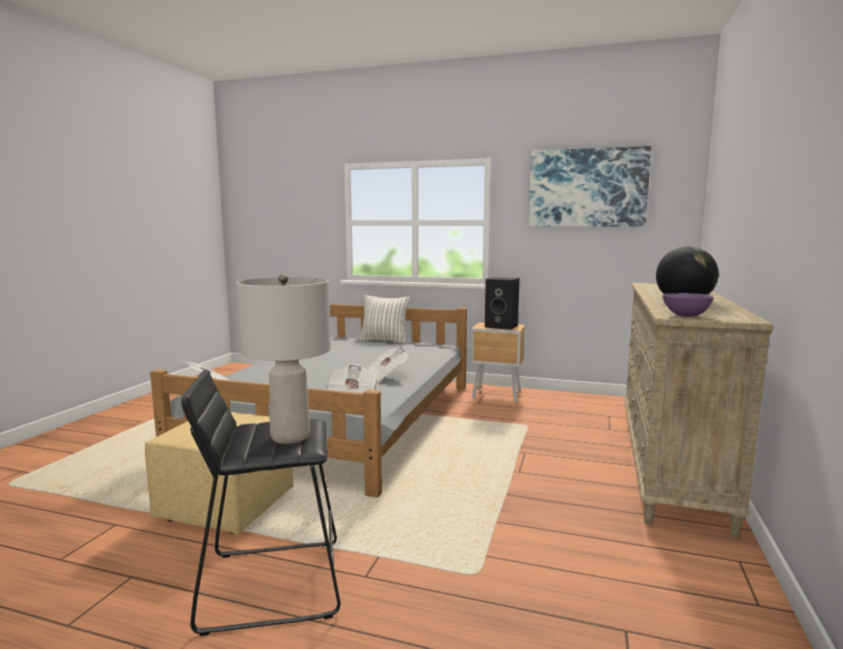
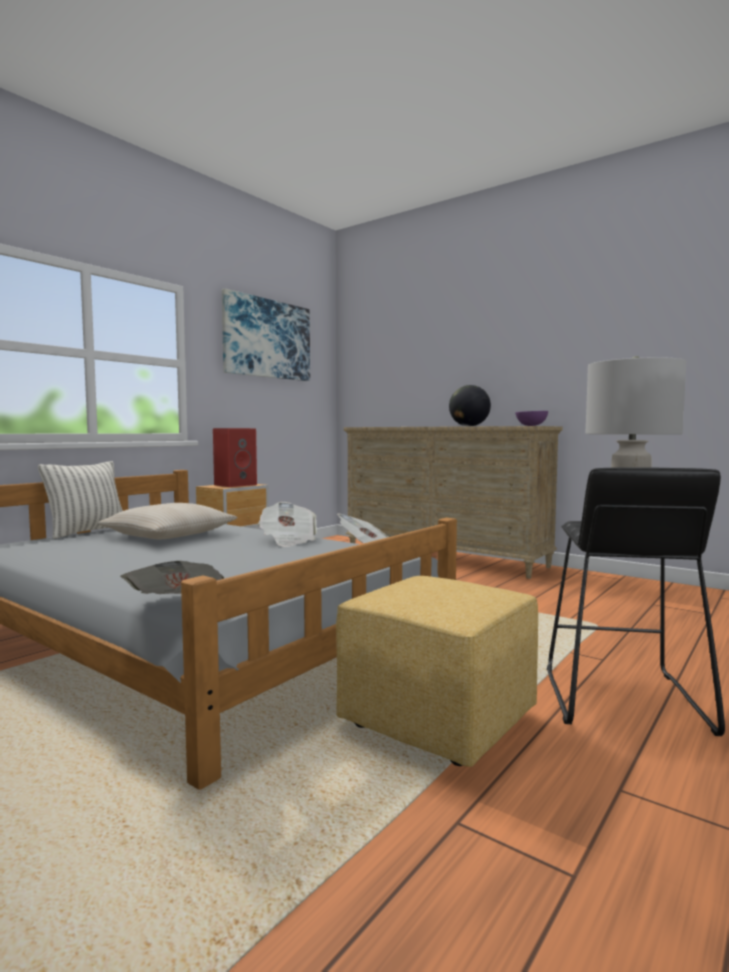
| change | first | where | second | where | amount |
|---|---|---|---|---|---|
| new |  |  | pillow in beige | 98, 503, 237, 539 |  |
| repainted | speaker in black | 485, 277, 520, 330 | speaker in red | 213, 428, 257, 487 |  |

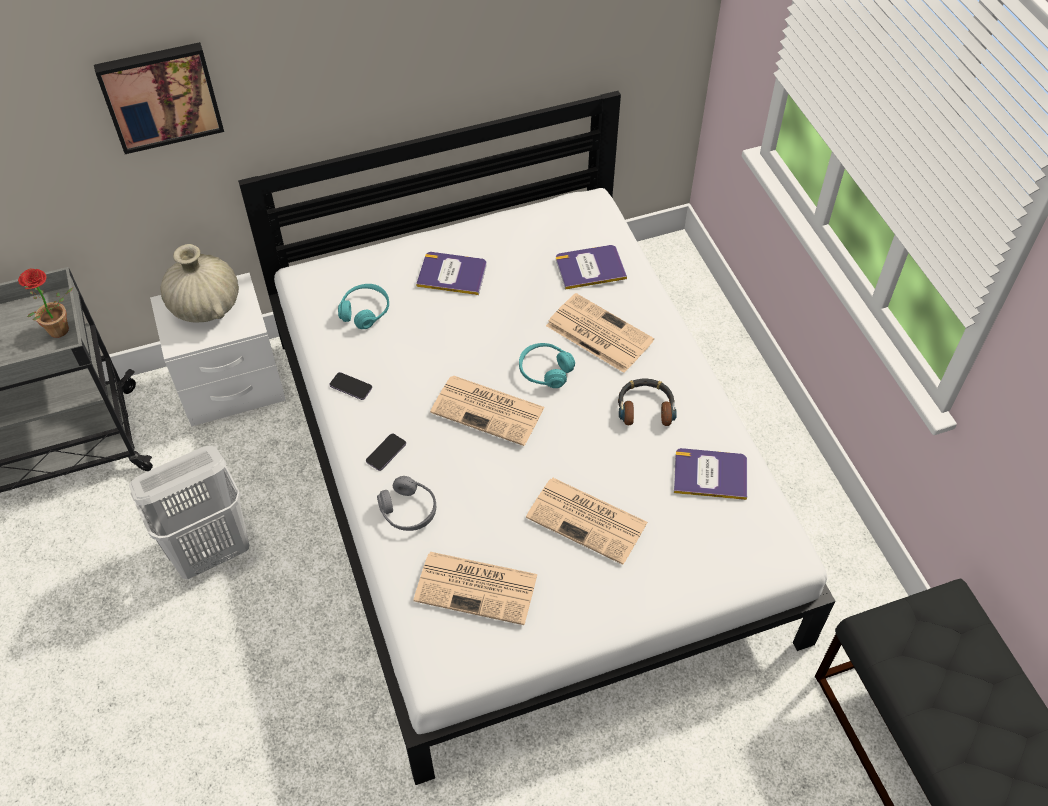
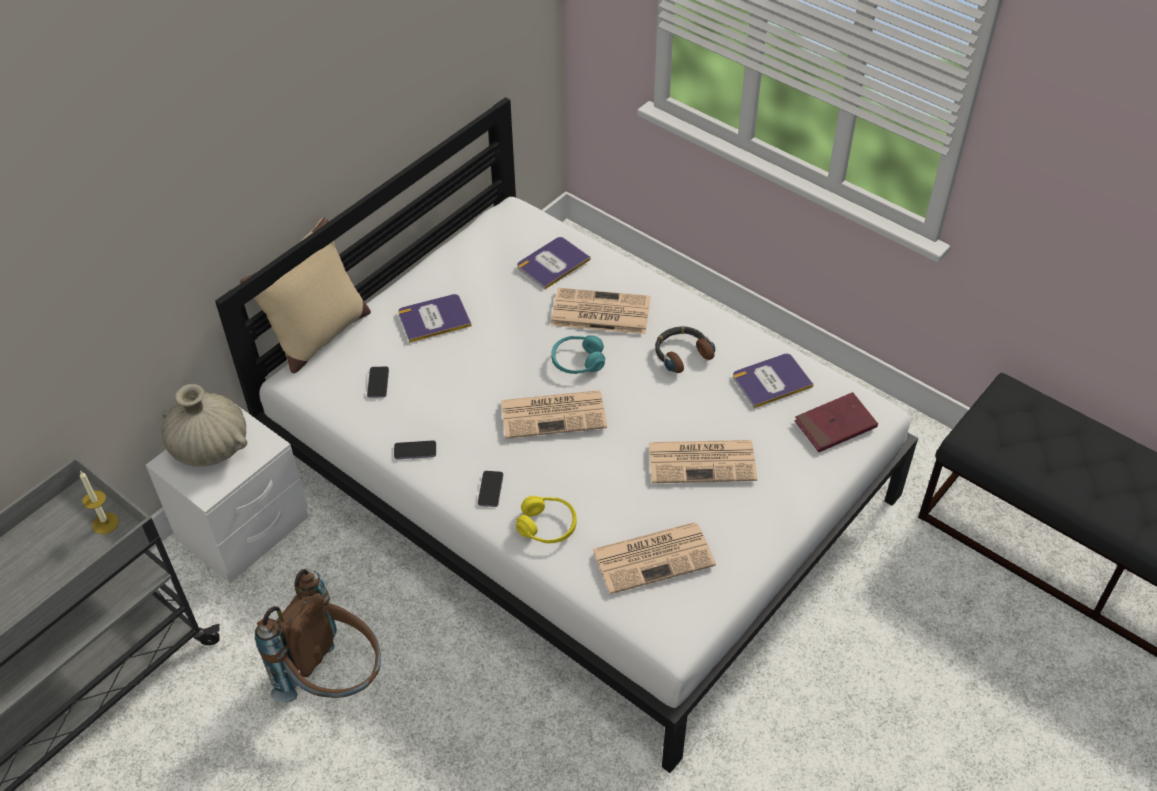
| change | first | where | second | where | amount |
|---|---|---|---|---|---|
| gone | picture | 94, 42, 224, 154 |  |  |  |
| new |  |  | pillow in beige | 240, 217, 371, 373 |  |
| new |  |  | book in red | 794, 392, 878, 452 |  |
| swapped | potted plant | 18, 268, 73, 338 | candle | 80, 472, 119, 534 |  |
| swapped | laundry basket in white | 129, 446, 249, 579 | backpack in brown | 255, 568, 381, 703 |  |
| swapped | headphones in turquoise | 338, 284, 389, 329 | phone | 367, 367, 389, 398 |  |
| repainted | headphones in grey | 377, 476, 436, 531 | headphones in yellow | 516, 496, 577, 543 |  |

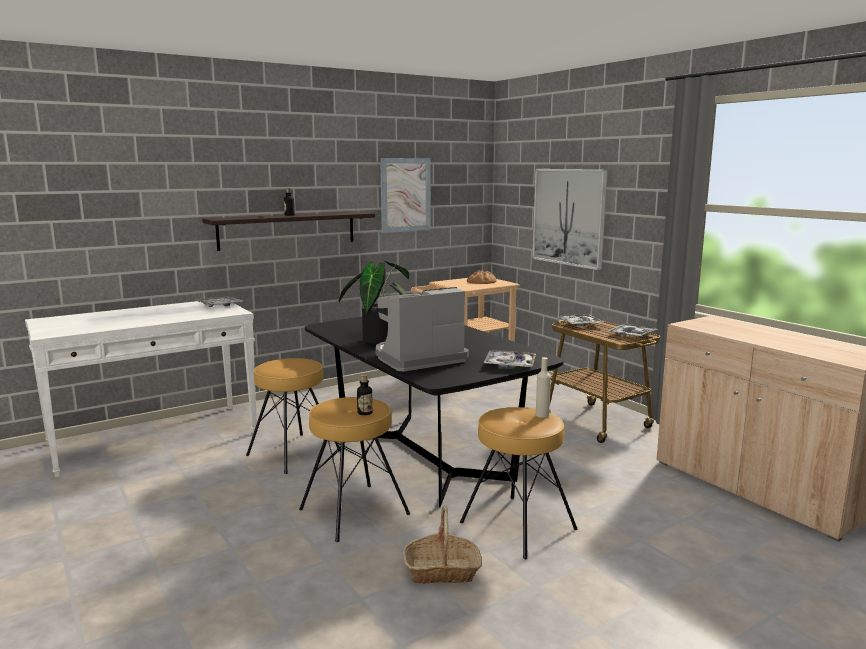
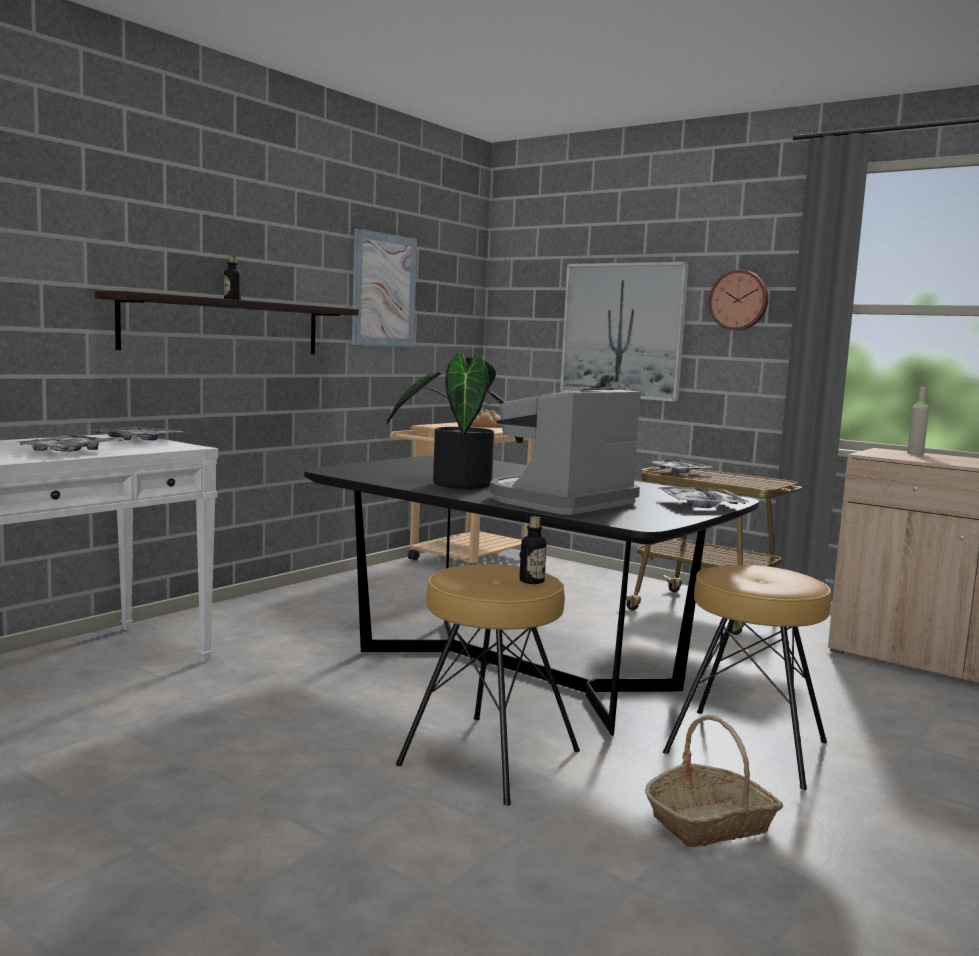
| change | first | where | second | where | amount |
|---|---|---|---|---|---|
| gone | stool in brown | 246, 358, 341, 474 |  |  |  |
| new |  |  | wall clock | 709, 270, 768, 330 |  |
| shifted | bottle in beige | 536, 357, 551, 418 |  | 907, 387, 929, 455 |  |
| shifted | tray | 608, 323, 658, 337 |  | 18, 435, 122, 452 |  |

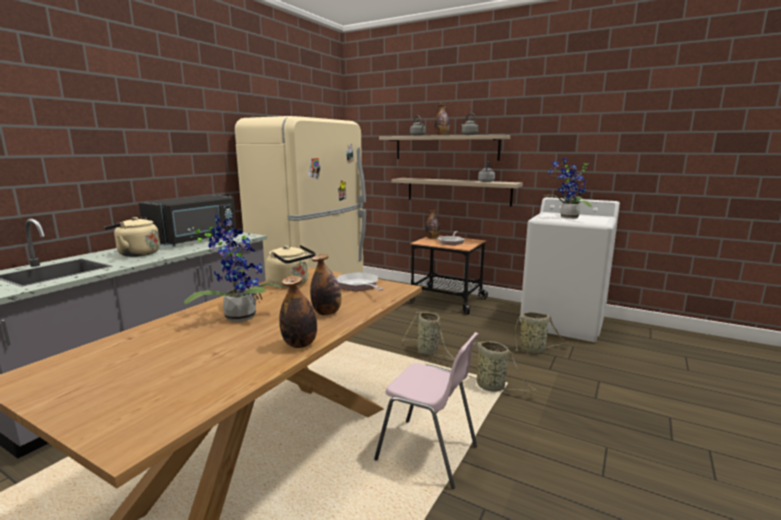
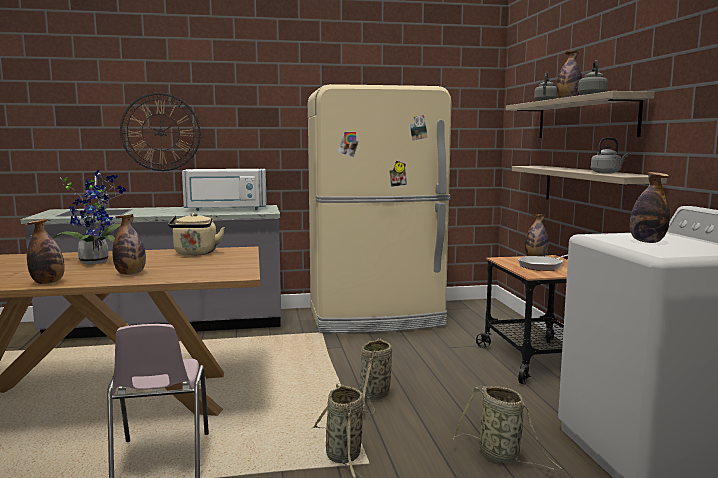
| change | first | where | second | where | amount |
|---|---|---|---|---|---|
| gone | kettle in beige | 104, 217, 160, 257 |  |  |  |
| gone | frying pan | 337, 272, 384, 291 |  |  |  |
| new |  |  | wall clock | 120, 93, 201, 171 |  |
| swapped | potted plant | 544, 157, 592, 219 | bottle | 630, 172, 670, 243 |  |
| repainted | microwave in black | 139, 195, 237, 246 | microwave in white | 182, 169, 267, 211 |  |

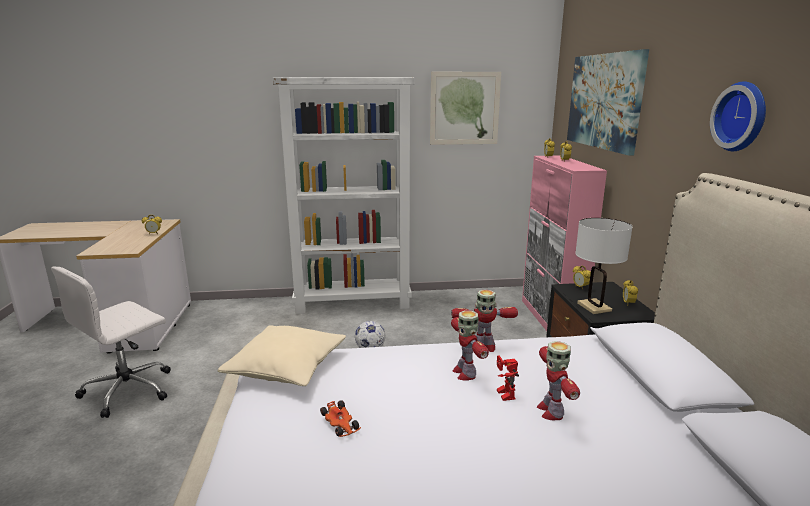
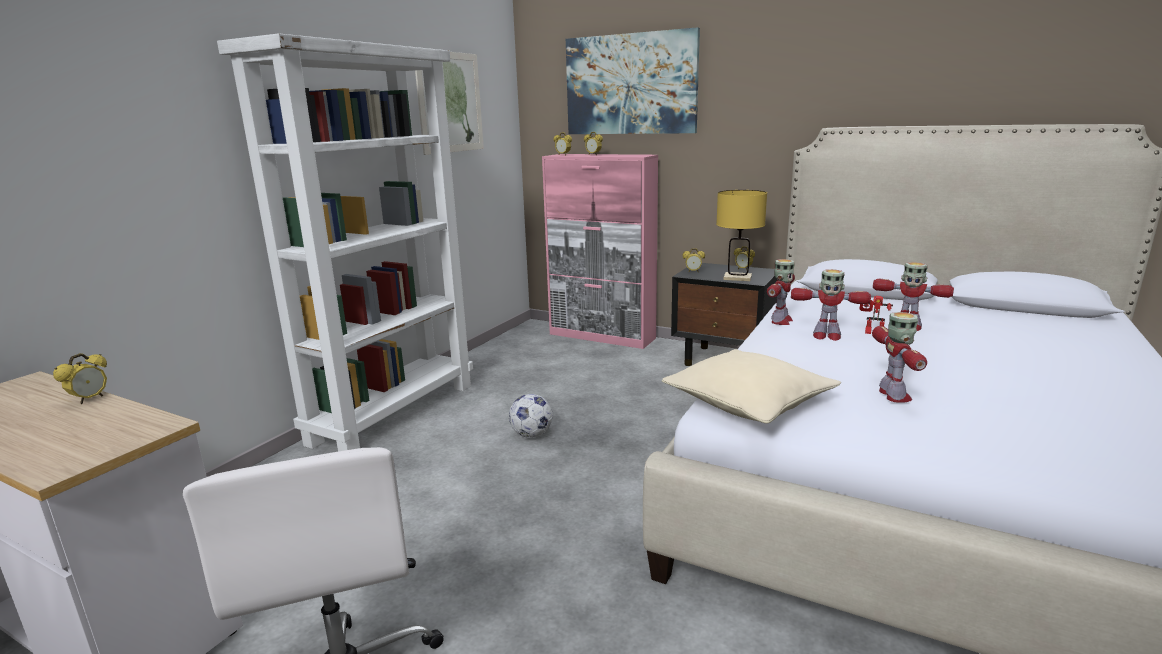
| change | first | where | second | where | amount |
|---|---|---|---|---|---|
| gone | wall clock | 710, 81, 766, 151 |  |  |  |
| swapped | toy car | 320, 400, 361, 437 | toy robot | 872, 312, 927, 403 |  |
| repainted | table lamp in white | 575, 218, 633, 314 | table lamp in yellow | 716, 190, 767, 281 |  |

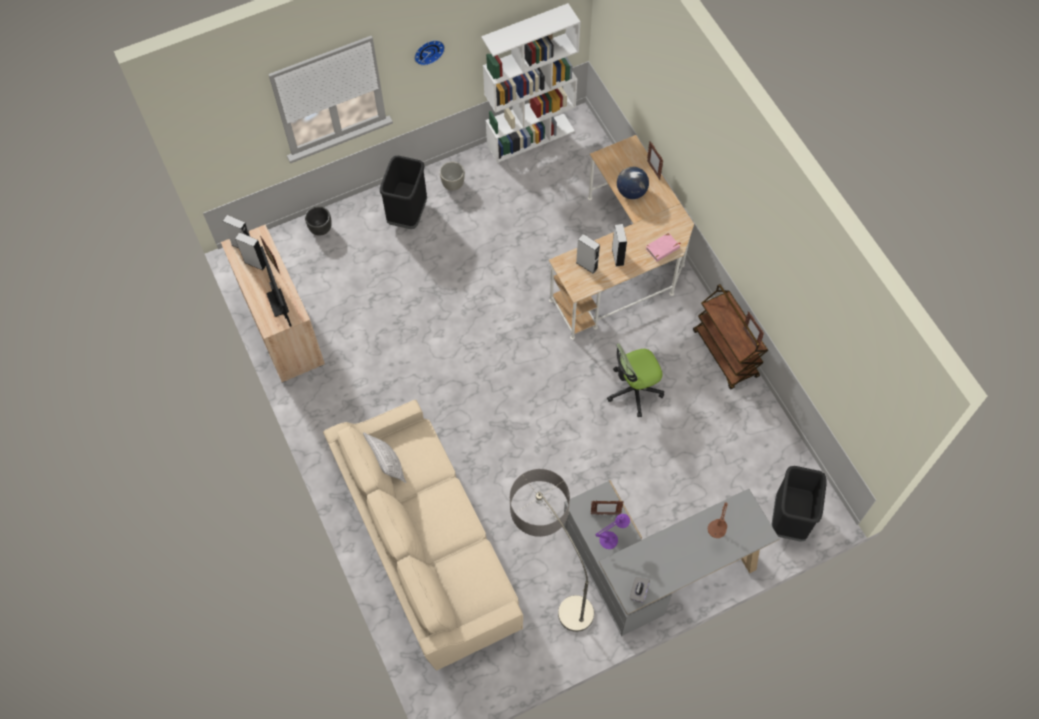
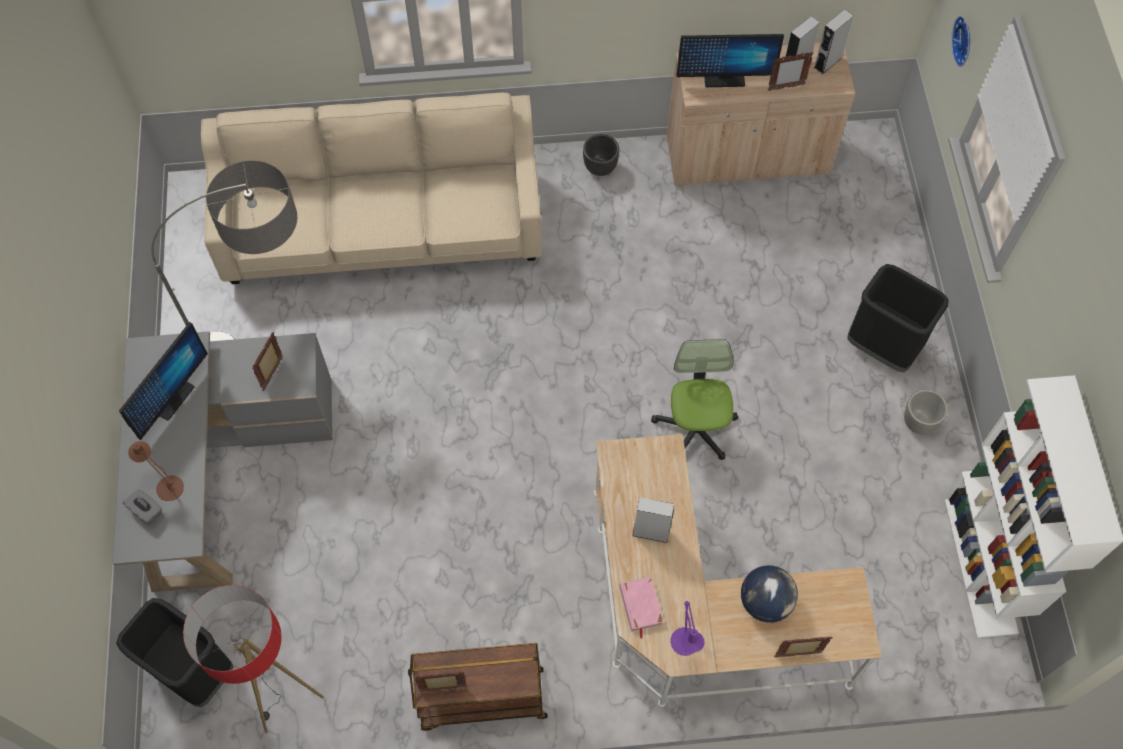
| change | first | where | second | where | amount |
|---|---|---|---|---|---|
| gone | pillow | 363, 432, 406, 483 |  |  |  |
| gone | speaker in grey | 576, 234, 600, 274 |  |  |  |
| new |  |  | monitor | 119, 322, 208, 440 |  |
| new |  |  | floor lamp | 183, 585, 324, 733 |  |
| shifted | planter in black | 305, 206, 332, 236 |  | 583, 134, 619, 176 |  |
| shifted | wall clock | 414, 40, 445, 66 |  | 951, 16, 970, 67 |  |
| shifted | table lamp in purple | 596, 514, 630, 549 |  | 670, 601, 705, 656 |  |
| shifted | office chair | 607, 343, 664, 417 |  | 651, 339, 739, 460 |  |
| shifted | tissue box in grey | 630, 577, 650, 603 |  | 123, 489, 162, 525 |  |

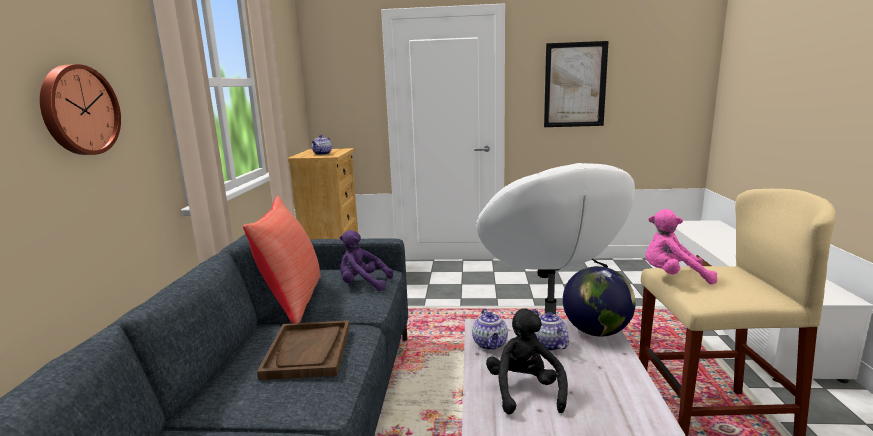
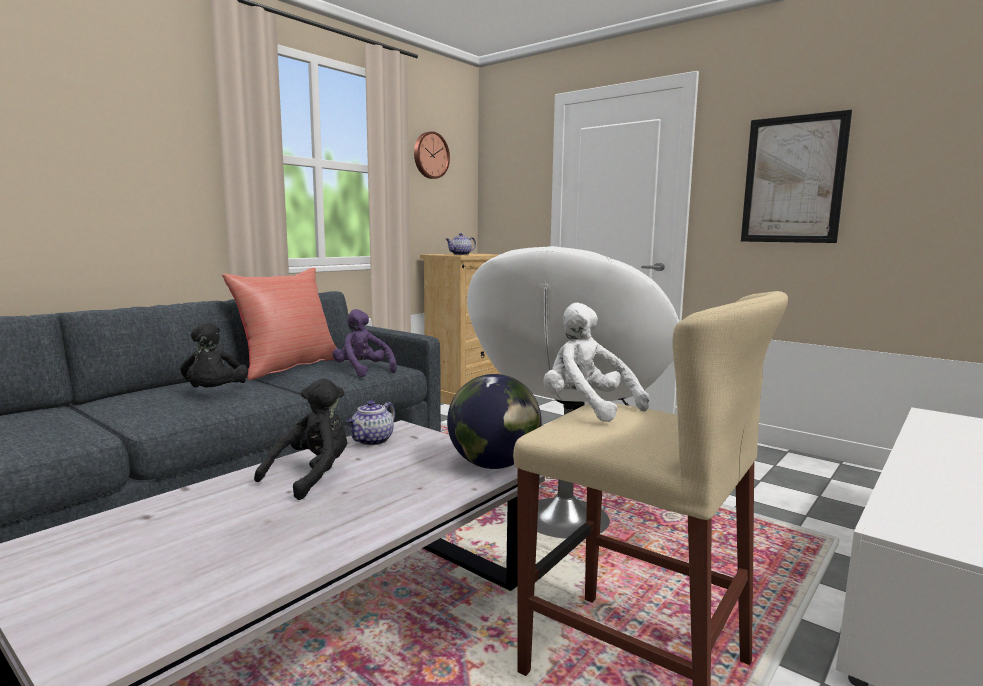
| change | first | where | second | where | amount |
|---|---|---|---|---|---|
| gone | teapot | 532, 309, 569, 351 |  |  |  |
| shifted | wall clock | 40, 64, 121, 155 |  | 414, 131, 450, 179 |  |
| swapped | tray in brown | 257, 320, 349, 380 | plush toy in black | 180, 323, 248, 388 |  |
| repainted | plush toy in pink | 646, 209, 717, 284 | plush toy in white | 544, 303, 650, 422 |  |

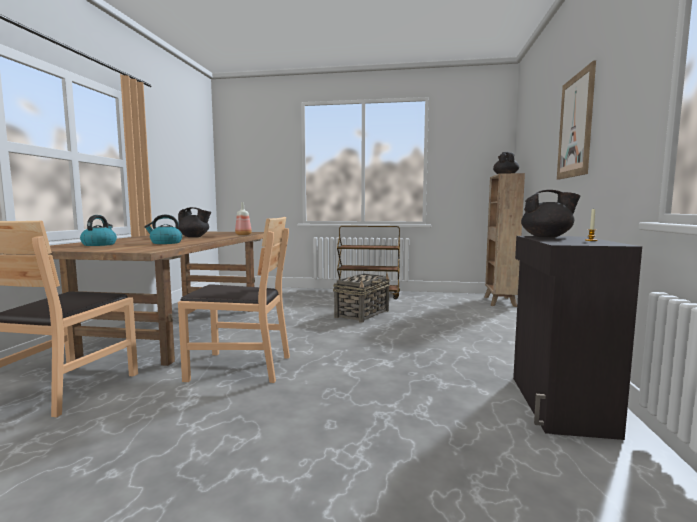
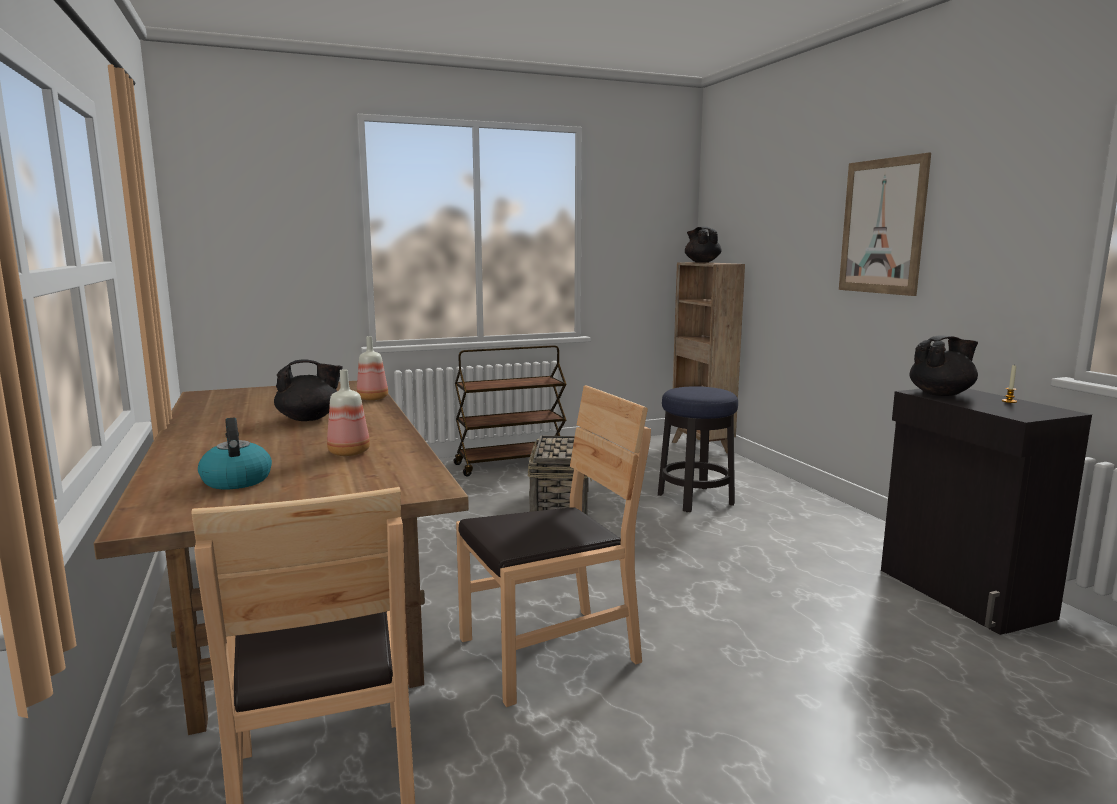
| change | first | where | second | where | amount |
|---|---|---|---|---|---|
| new |  |  | stool | 658, 386, 738, 512 |  |
| swapped | kettle | 144, 215, 182, 244 | bottle | 327, 369, 370, 456 |  |

